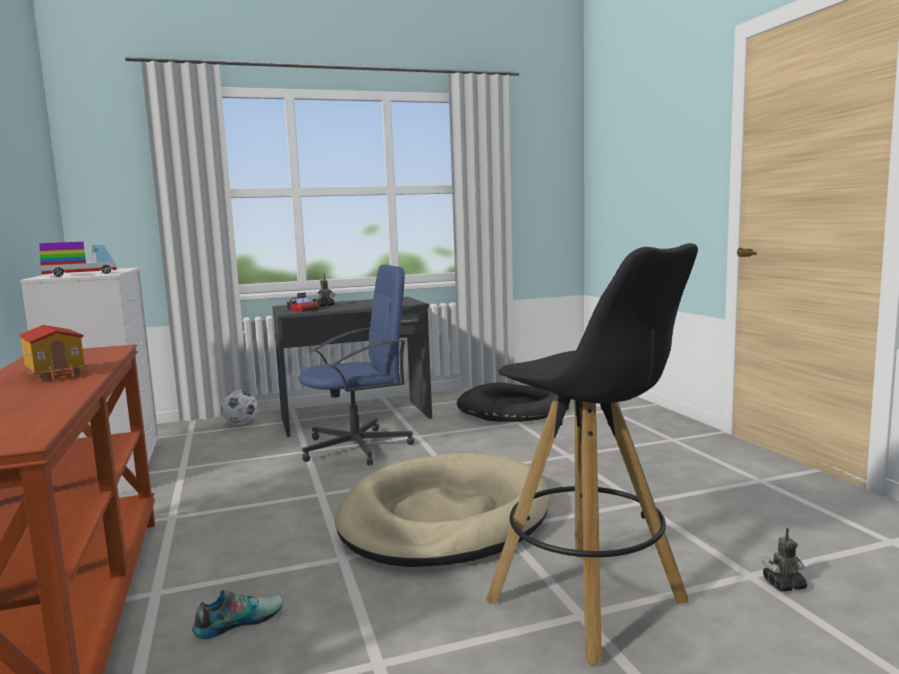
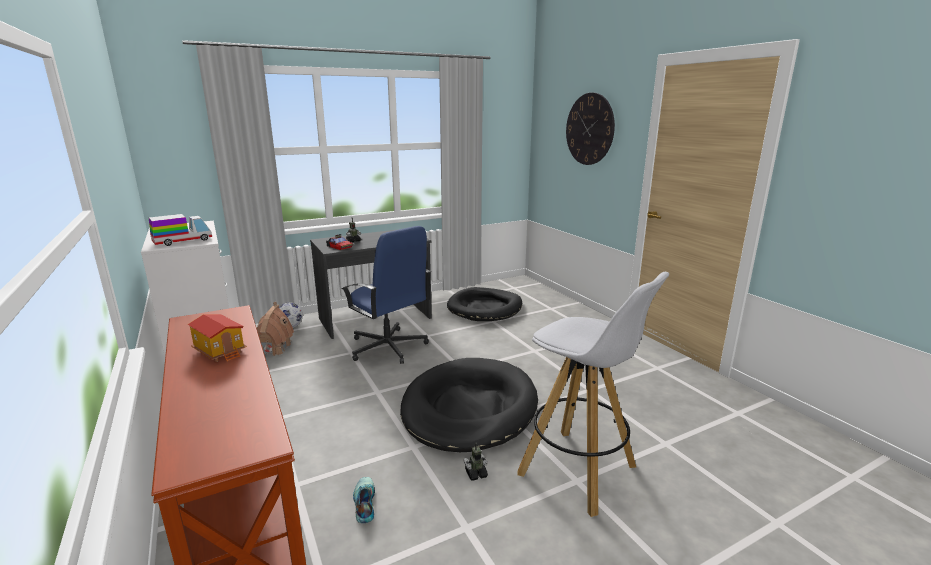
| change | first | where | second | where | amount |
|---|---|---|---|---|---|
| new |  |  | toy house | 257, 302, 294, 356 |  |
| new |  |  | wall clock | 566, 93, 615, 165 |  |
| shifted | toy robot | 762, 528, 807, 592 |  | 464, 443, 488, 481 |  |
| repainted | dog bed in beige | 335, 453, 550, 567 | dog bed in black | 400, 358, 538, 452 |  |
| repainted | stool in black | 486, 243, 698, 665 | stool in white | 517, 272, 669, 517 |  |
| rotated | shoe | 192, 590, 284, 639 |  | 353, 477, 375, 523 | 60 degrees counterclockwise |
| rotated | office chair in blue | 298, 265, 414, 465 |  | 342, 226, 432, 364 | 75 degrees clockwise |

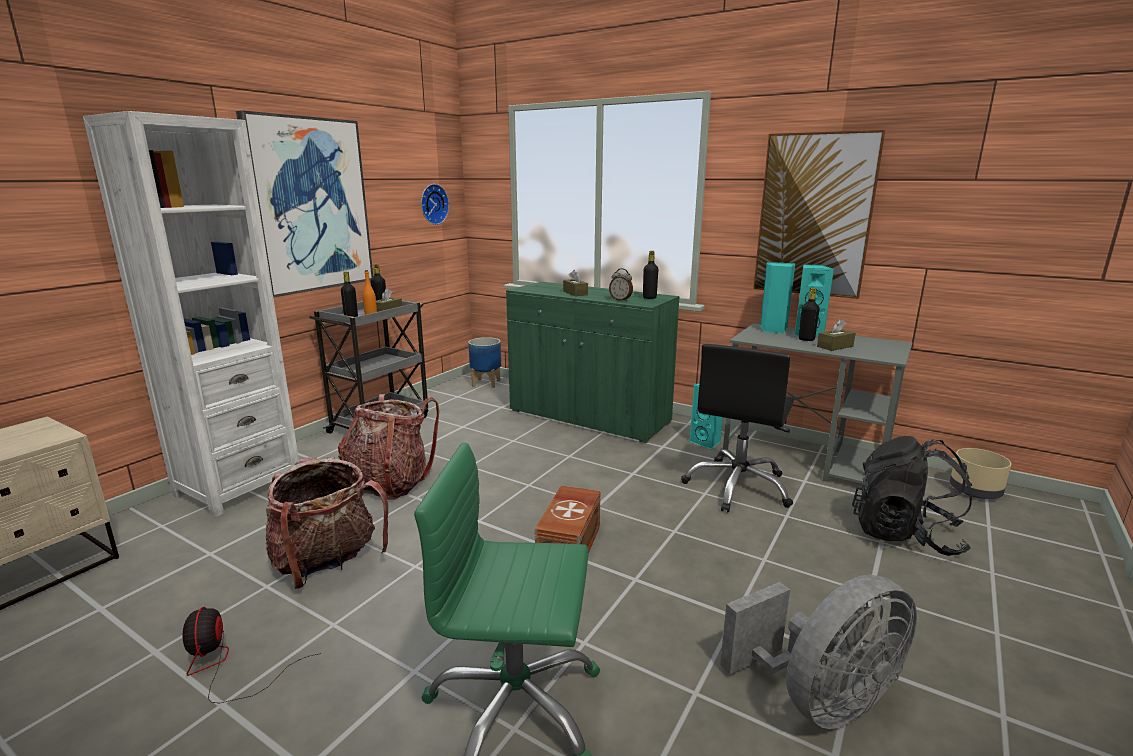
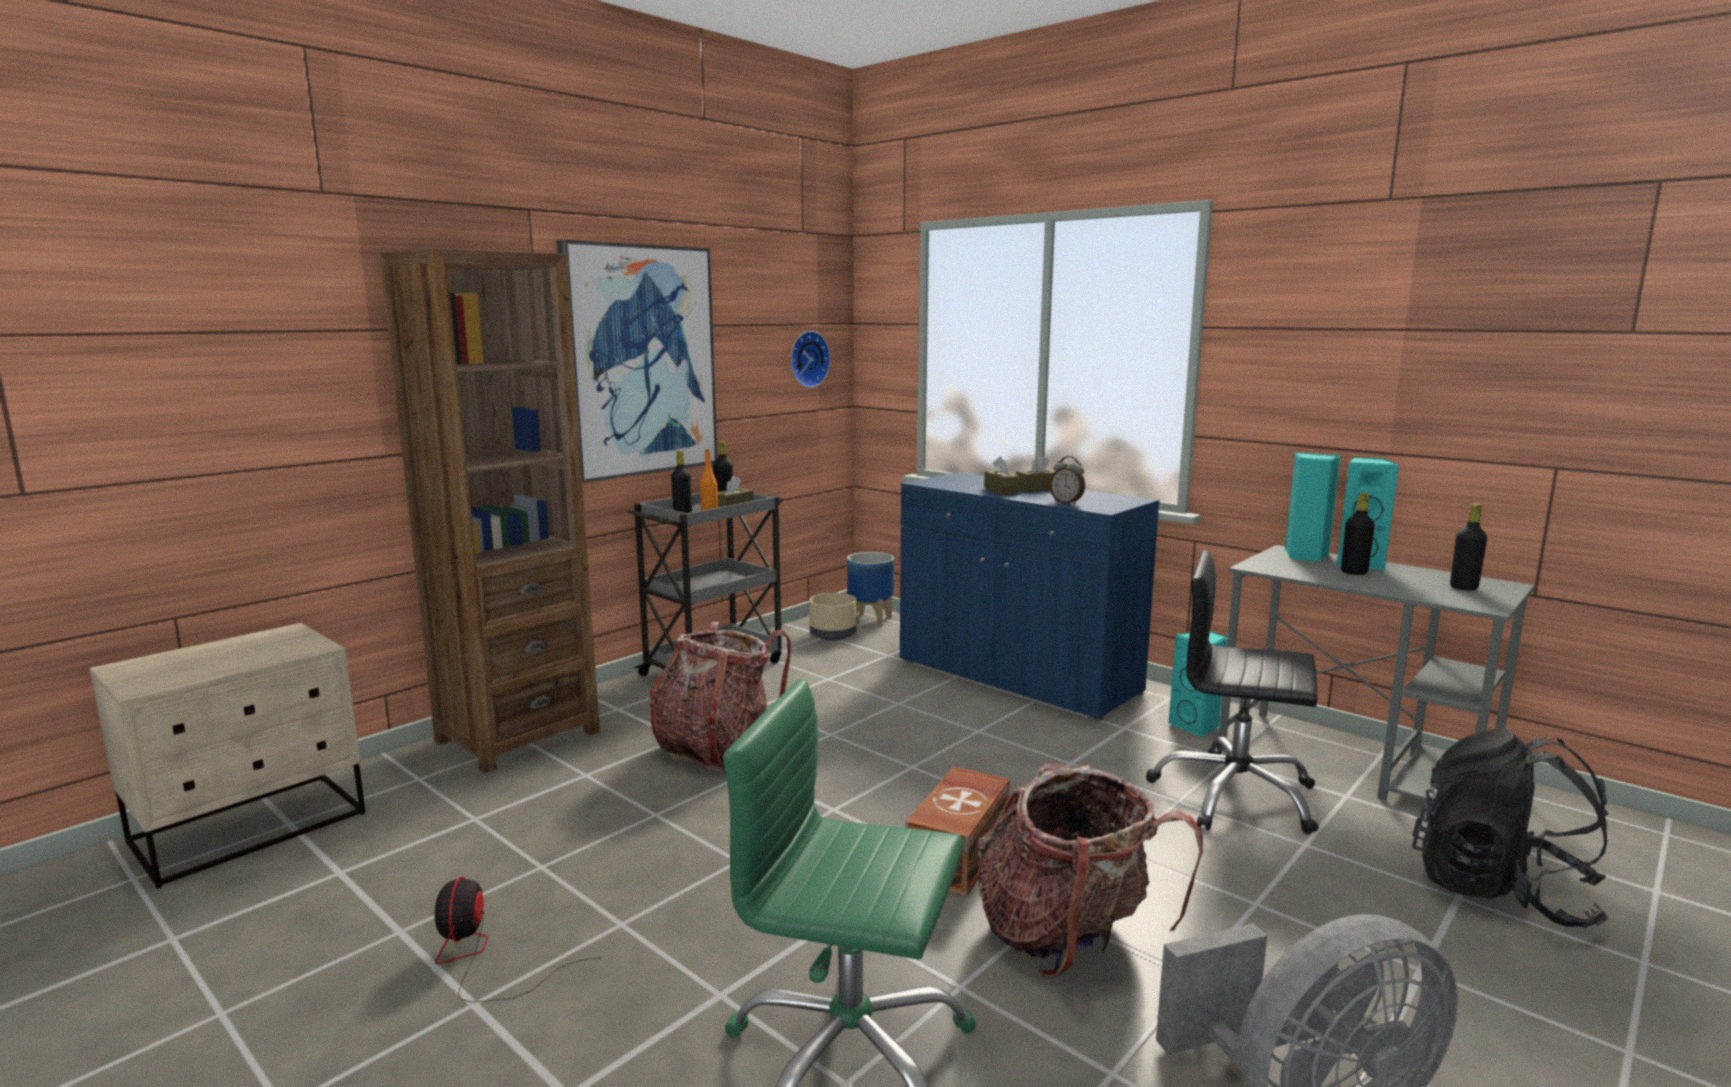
| change | first | where | second | where | amount |
|---|---|---|---|---|---|
| gone | picture | 753, 130, 885, 299 |  |  |  |
| shifted | backpack | 265, 457, 388, 589 |  | 978, 764, 1203, 978 |  |
| shifted | bottle in black | 643, 251, 659, 299 |  | 1450, 504, 1487, 590 |  |
| shifted | tissue box in brown | 817, 319, 856, 351 |  | 1016, 455, 1056, 492 |  |
| shifted | planter in beige | 950, 448, 1012, 499 |  | 809, 593, 856, 641 |  |
| repainted | bookcase in white | 83, 111, 299, 517 | bookcase in brown | 379, 248, 600, 774 |  |
| repainted | cabinet in green | 506, 282, 680, 443 | cabinet in blue | 900, 472, 1160, 721 |  |
| rotated | office chair in black | 681, 344, 794, 513 |  | 1146, 550, 1319, 834 | 75 degrees clockwise |

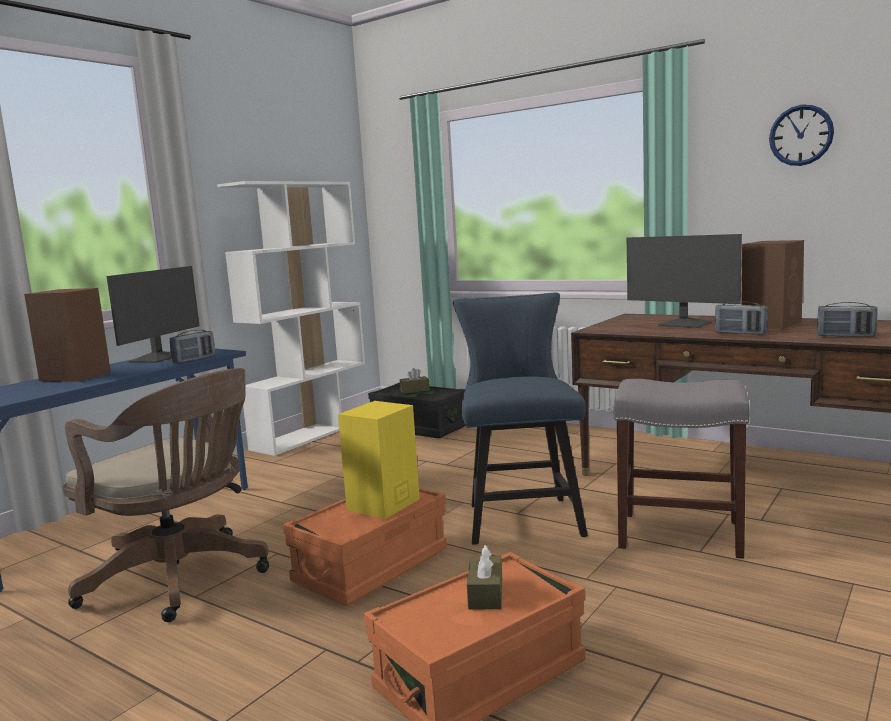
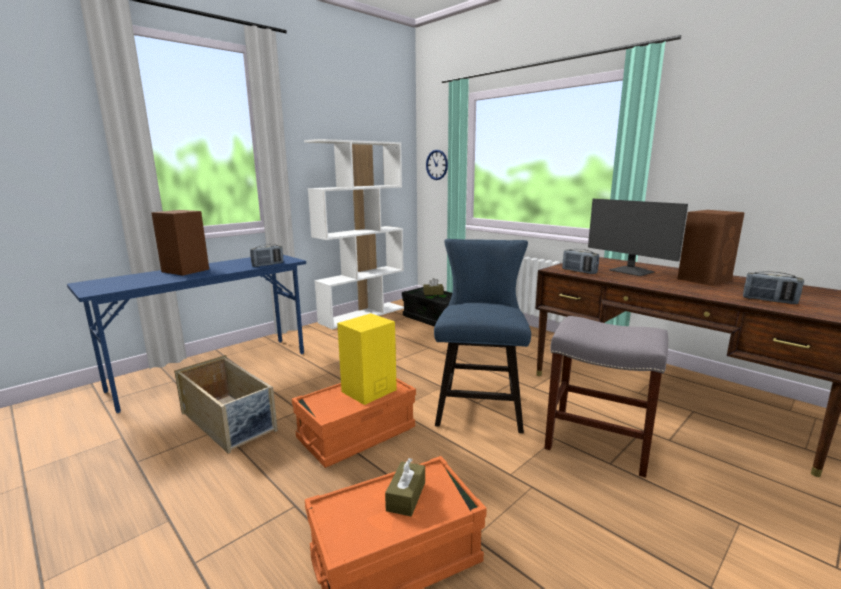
| change | first | where | second | where | amount |
|---|---|---|---|---|---|
| gone | monitor | 106, 266, 199, 363 |  |  |  |
| shifted | radio | 715, 301, 768, 335 |  | 562, 249, 599, 274 |  |
| shifted | wall clock | 769, 105, 834, 166 |  | 426, 150, 448, 180 |  |
| swapped | office chair in brown | 62, 368, 269, 622 | storage box in beige | 174, 355, 278, 454 |  |

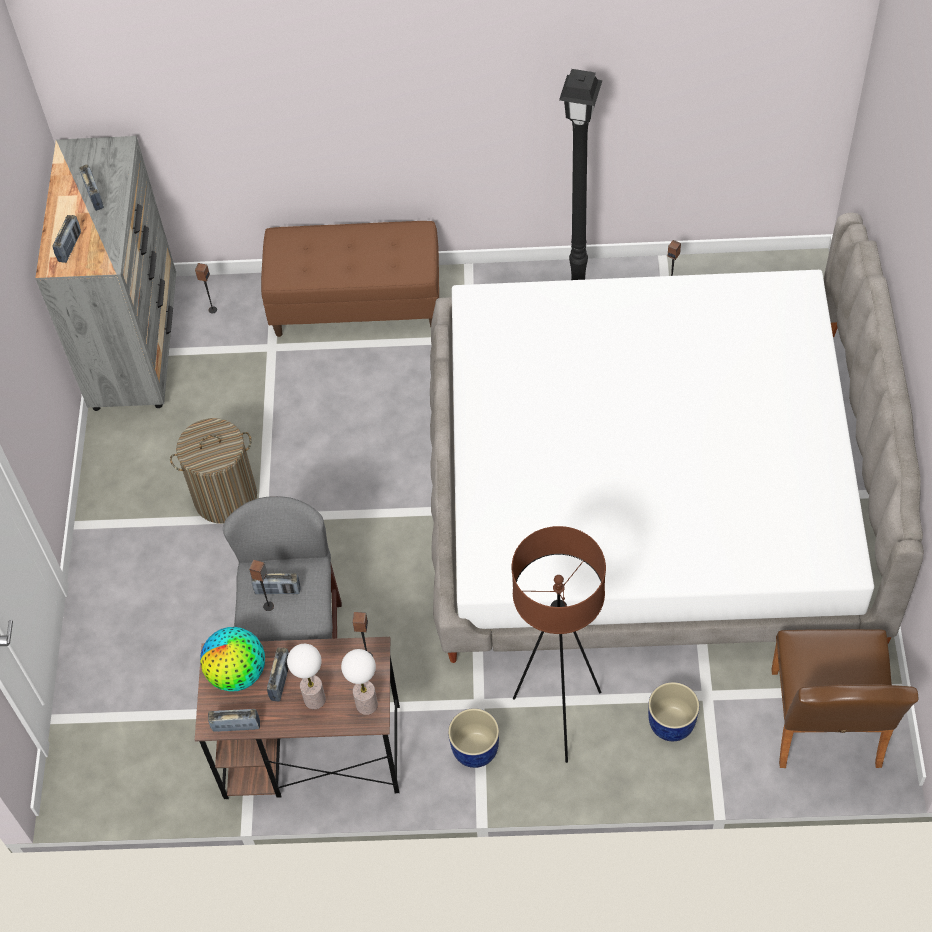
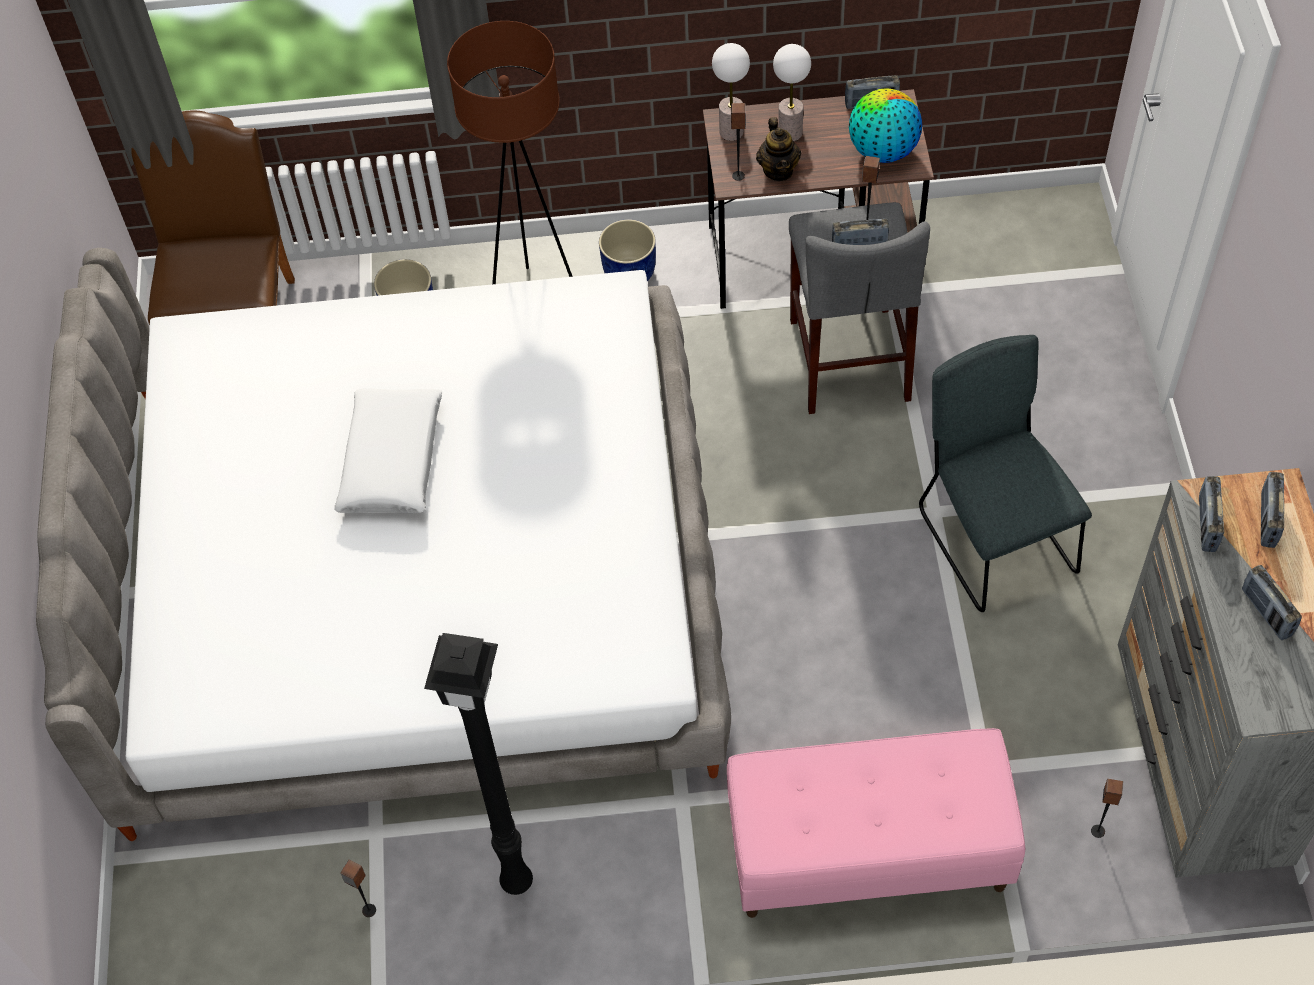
| change | first | where | second | where | amount |
|---|---|---|---|---|---|
| new |  |  | pillow in white | 334, 389, 443, 513 |  |
| new |  |  | teapot | 756, 117, 801, 181 |  |
| shifted | radio | 267, 648, 289, 701 |  | 1199, 476, 1224, 552 |  |
| swapped | laundry basket | 170, 418, 257, 524 | chair in grey | 919, 335, 1092, 612 |  |
| repainted | bench in brown | 261, 221, 439, 337 | bench in pink | 727, 728, 1025, 918 |  |

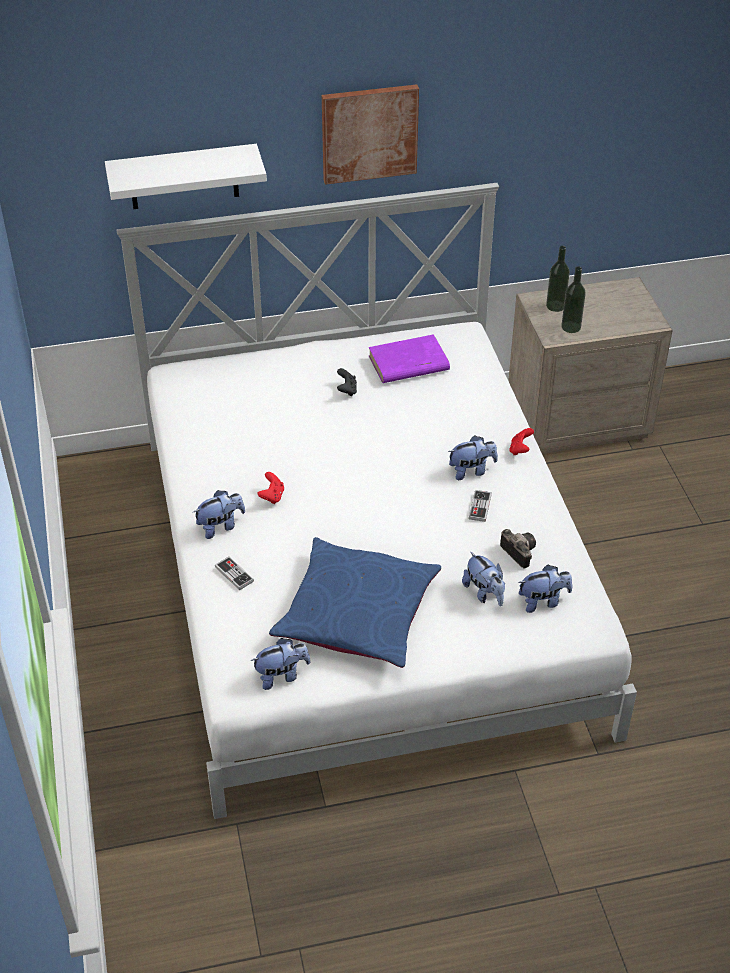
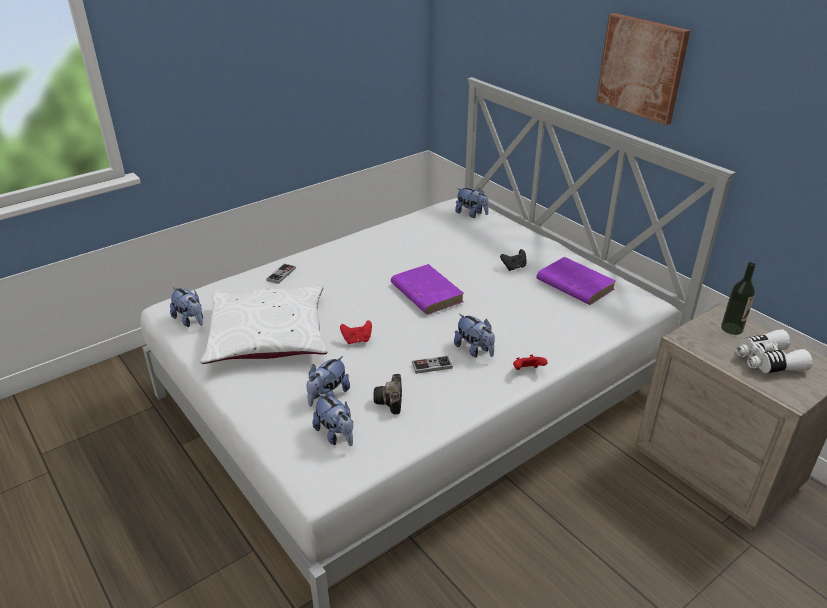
| change | first | where | second | where | amount |
|---|---|---|---|---|---|
| gone | shelf in white | 105, 144, 267, 209 |  |  |  |
| gone | bottle | 561, 266, 586, 333 |  |  |  |
| new |  |  | book in purple | 391, 264, 464, 315 |  |
| new |  |  | binoculars in white | 736, 329, 813, 373 |  |
| shifted | plush toy | 194, 490, 245, 539 |  | 455, 188, 489, 218 |  |
| shifted | game controller in red | 258, 472, 284, 504 |  | 340, 320, 372, 344 |  |
| repainted | pillow in blue | 269, 537, 441, 668 | pillow in white | 200, 285, 328, 364 |  |
| rotated | photo camera | 500, 529, 536, 568 |  | 374, 374, 402, 414 | 150 degrees clockwise |

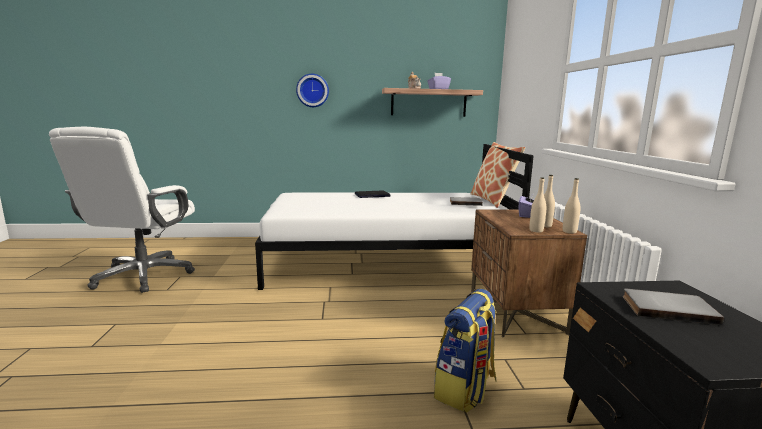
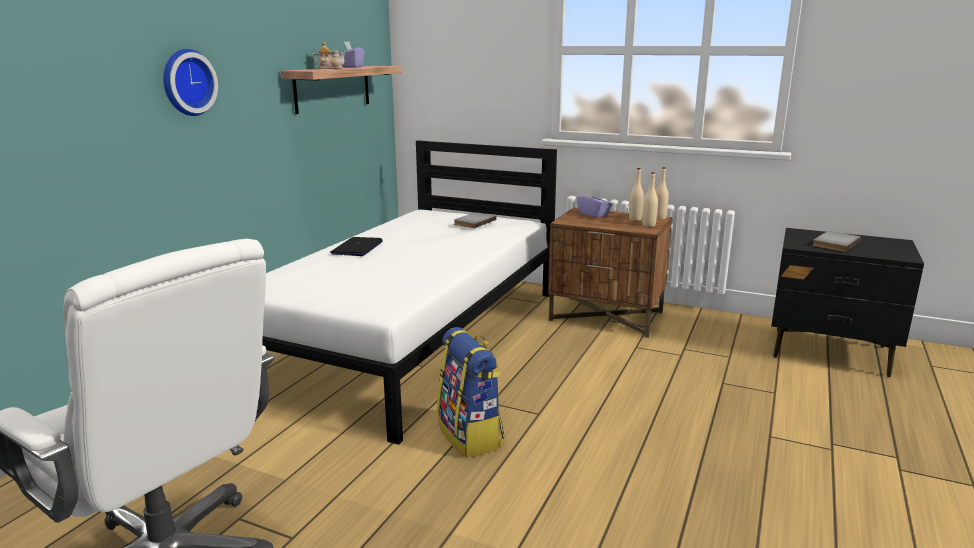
| change | first | where | second | where | amount |
|---|---|---|---|---|---|
| gone | pillow | 471, 142, 525, 208 |  |  |  |
| shifted | backpack | 434, 289, 497, 413 |  | 437, 327, 504, 458 |  |

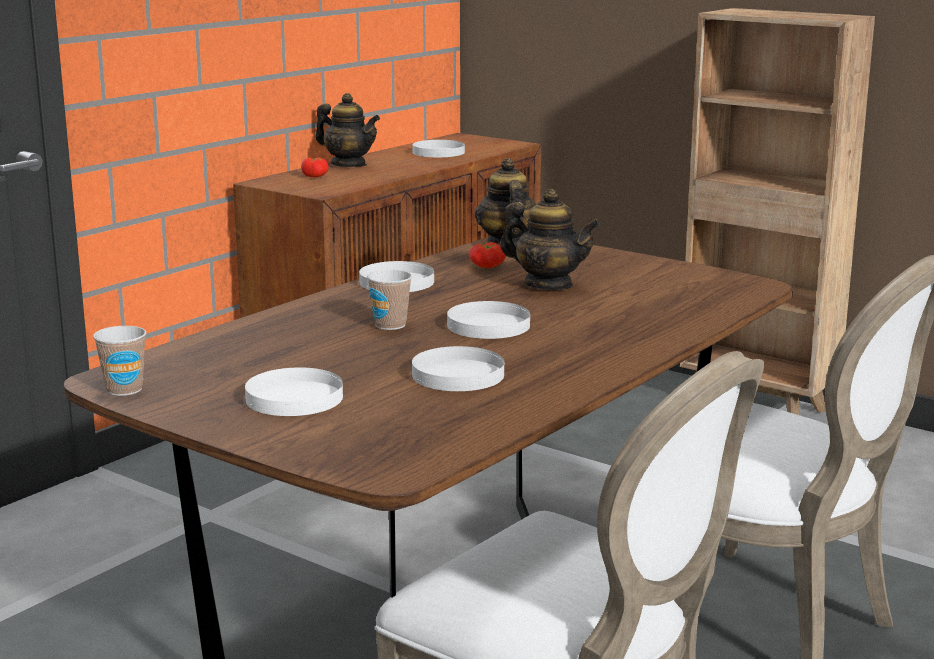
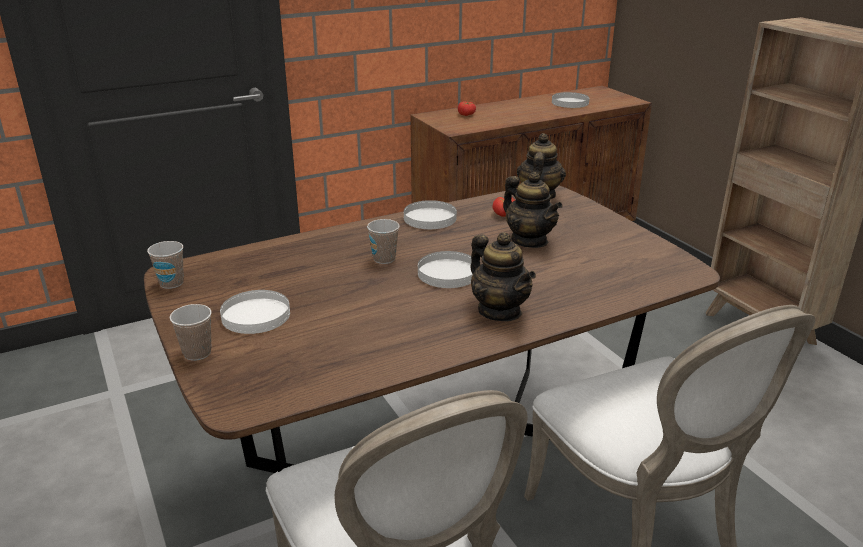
| change | first | where | second | where | amount |
|---|---|---|---|---|---|
| gone | plate in white | 412, 346, 504, 391 |  |  |  |
| new |  |  | cup | 170, 304, 212, 361 |  |
| shifted | teapot | 315, 93, 380, 167 |  | 470, 232, 536, 321 |  |

